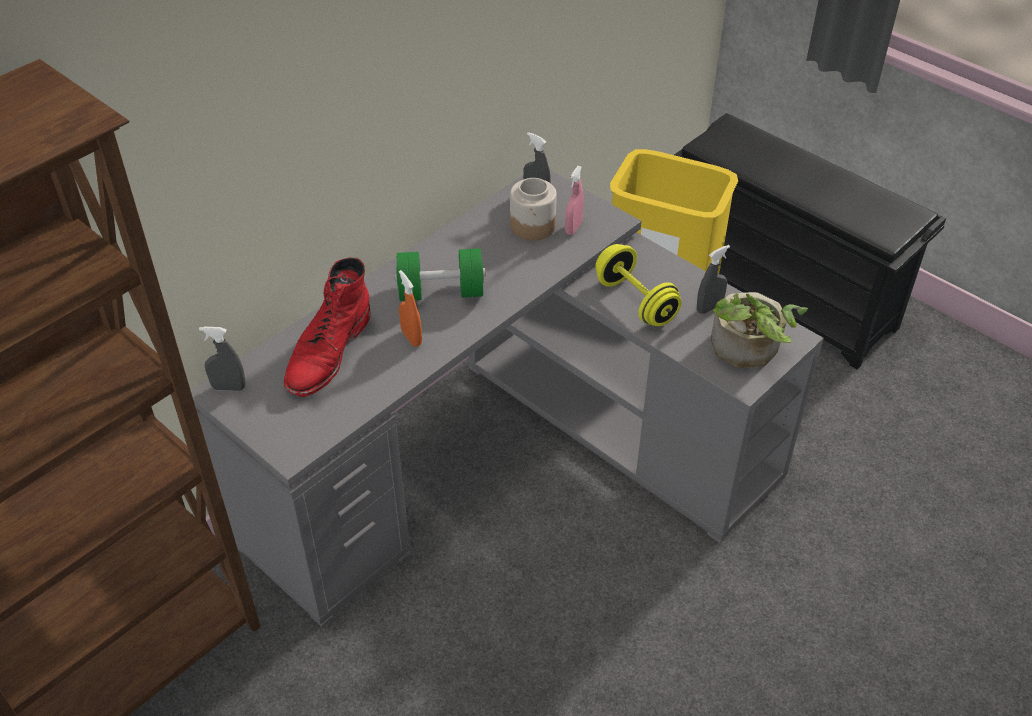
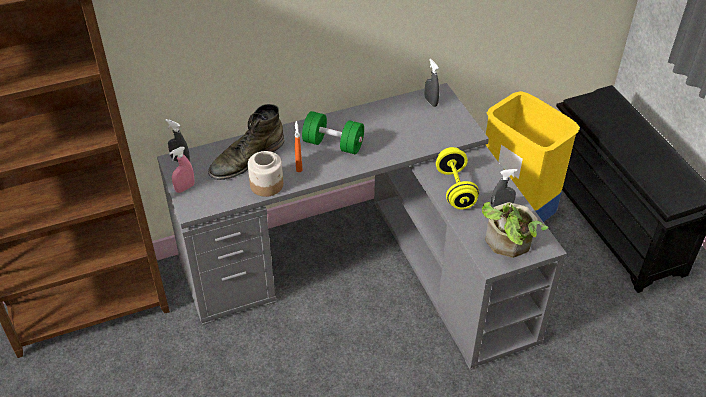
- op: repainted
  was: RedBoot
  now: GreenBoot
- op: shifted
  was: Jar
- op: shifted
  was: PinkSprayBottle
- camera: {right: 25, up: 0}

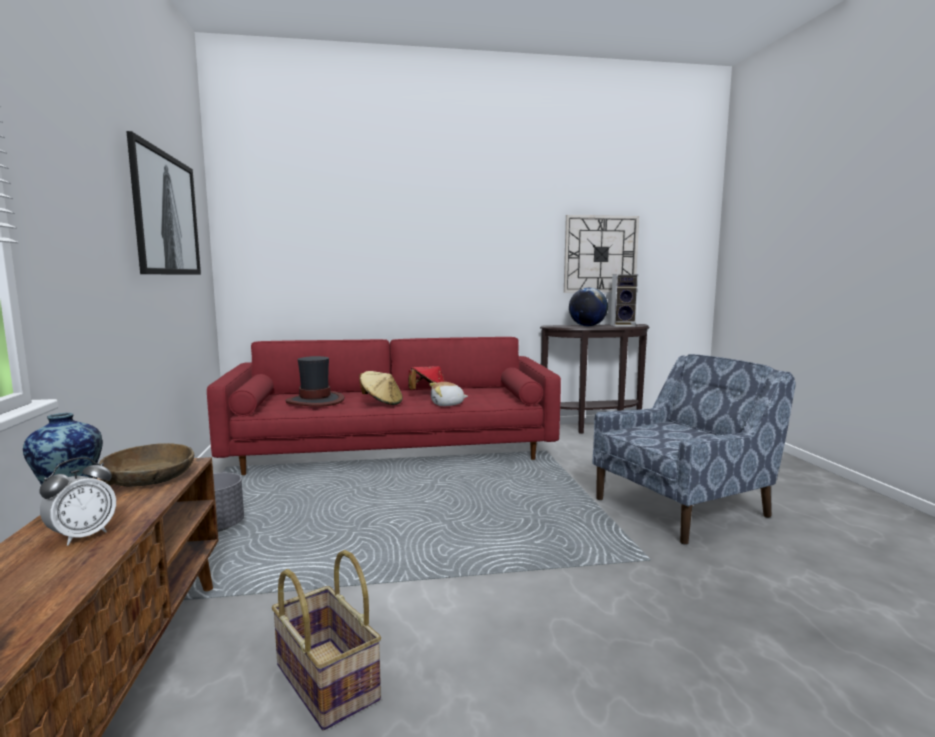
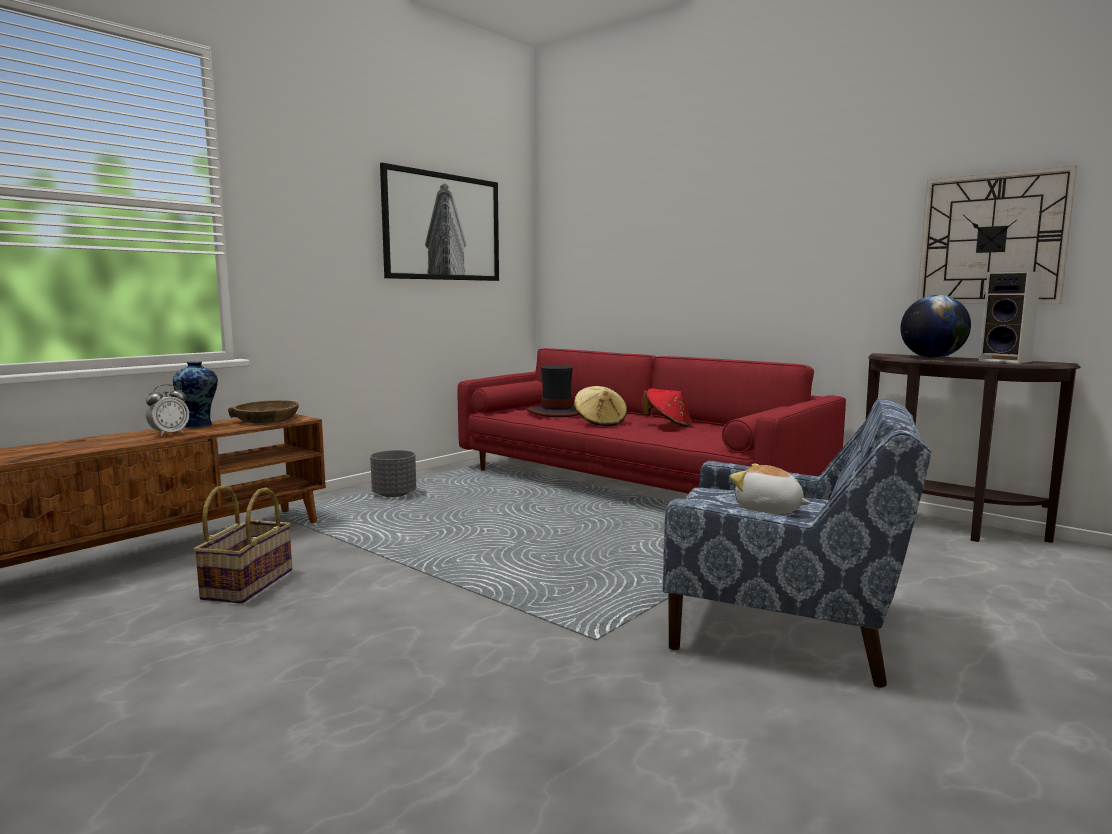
- op: rotated
  was: AlarmClock
  clockwise: -45
- op: shifted
  was: PlushToy
- camera: {right: 50, up: 0}

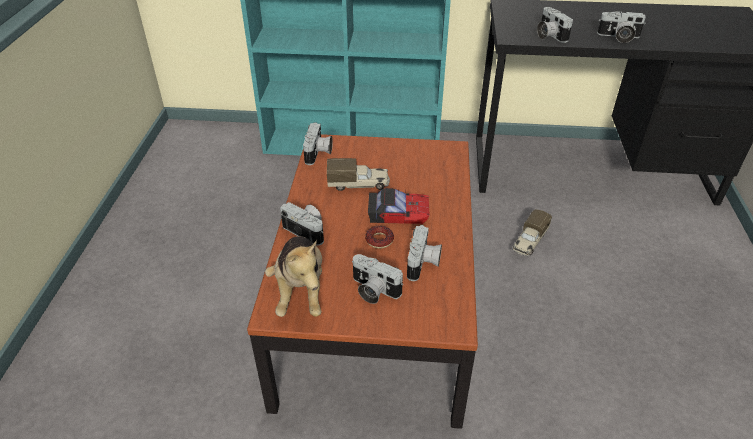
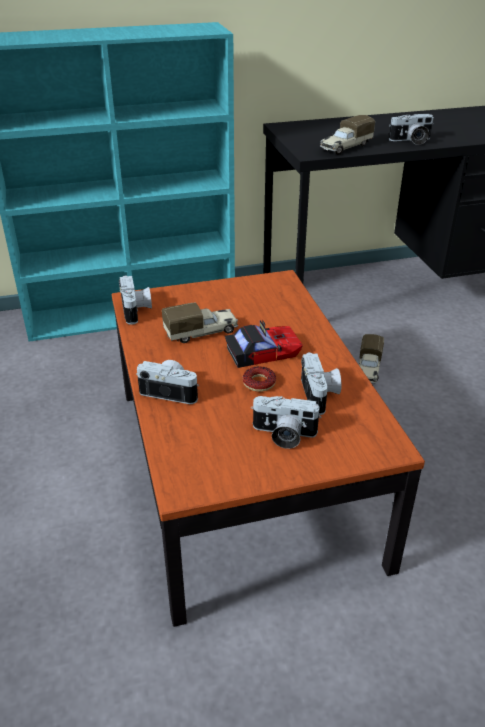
- op: gone
  was: PlushToy
- op: swapped
  was: PhotoCamera (no. 5 from left)
  now: ToyTruck (no. 2 from left)
- camera: {right: -20, up: -5}

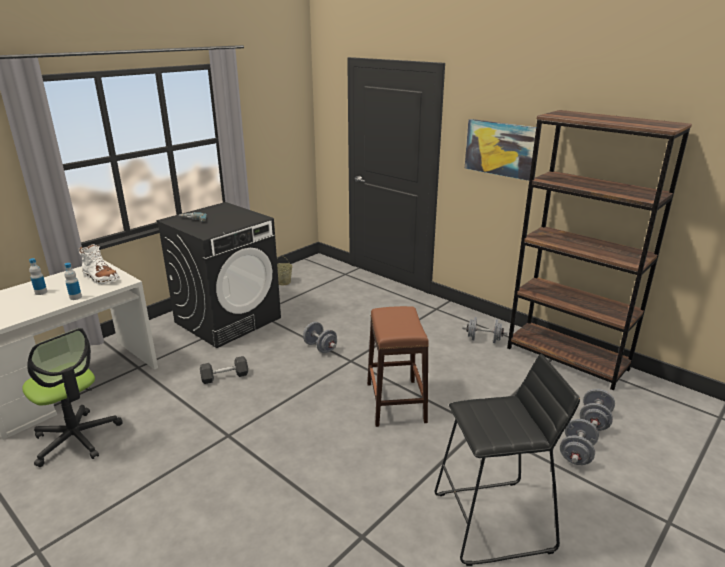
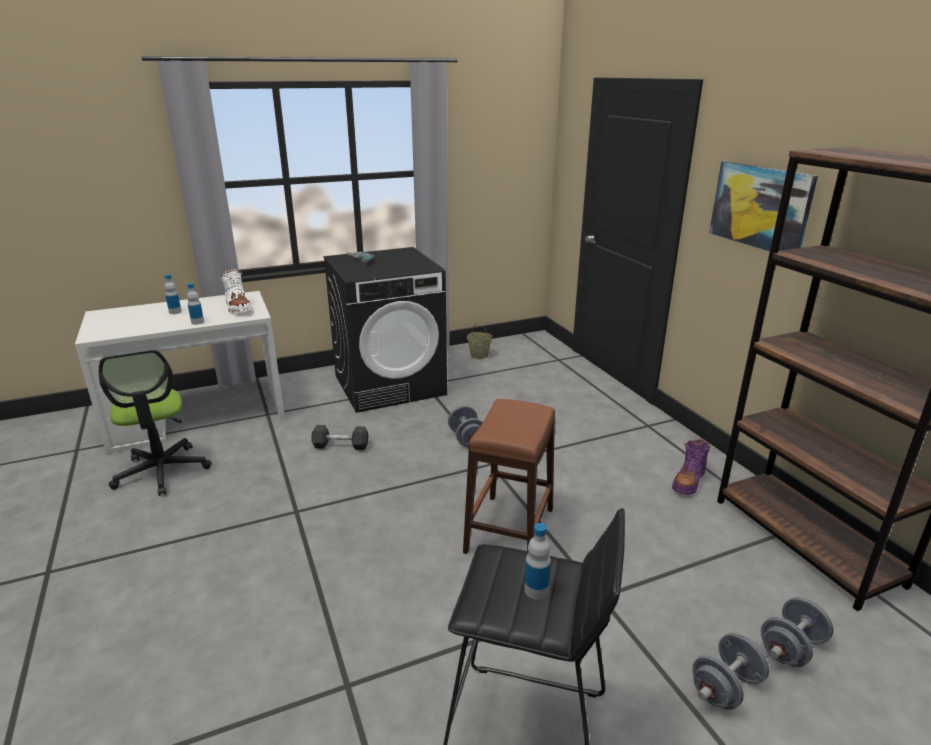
- op: swapped
  was: GreyDumbbell (no. 3 from left)
  now: PurpleBoot
- op: new
  now: Bottle (no. 3 from left)
- camera: {right: 25, up: 0}

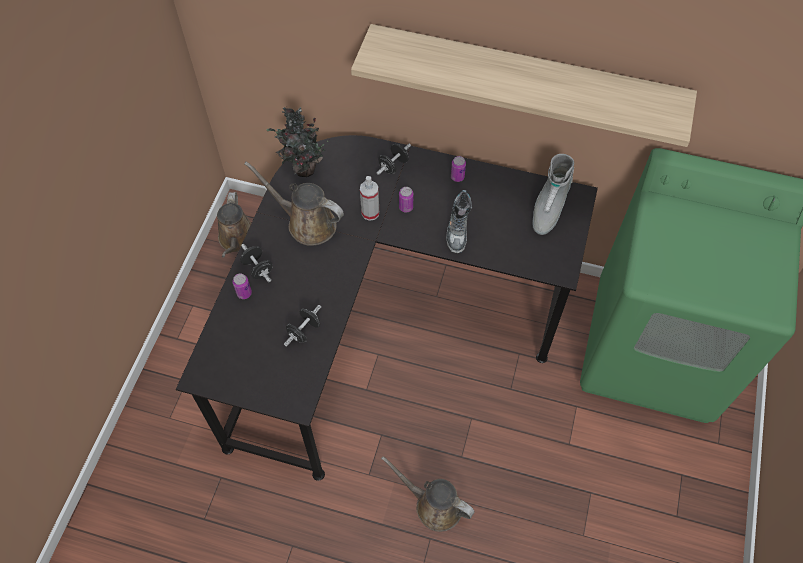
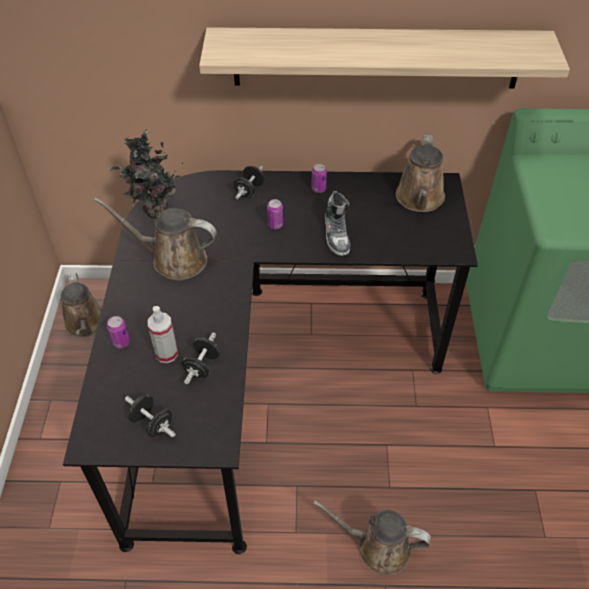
- op: shifted
  was: BlackDumbbell (no. 1 from left)
- op: shifted
  was: SprayBottle
- op: swapped
  was: GreyBoot
  now: BrownWateringCan (no. 4 from left)
- camera: {right: -15, up: -10}

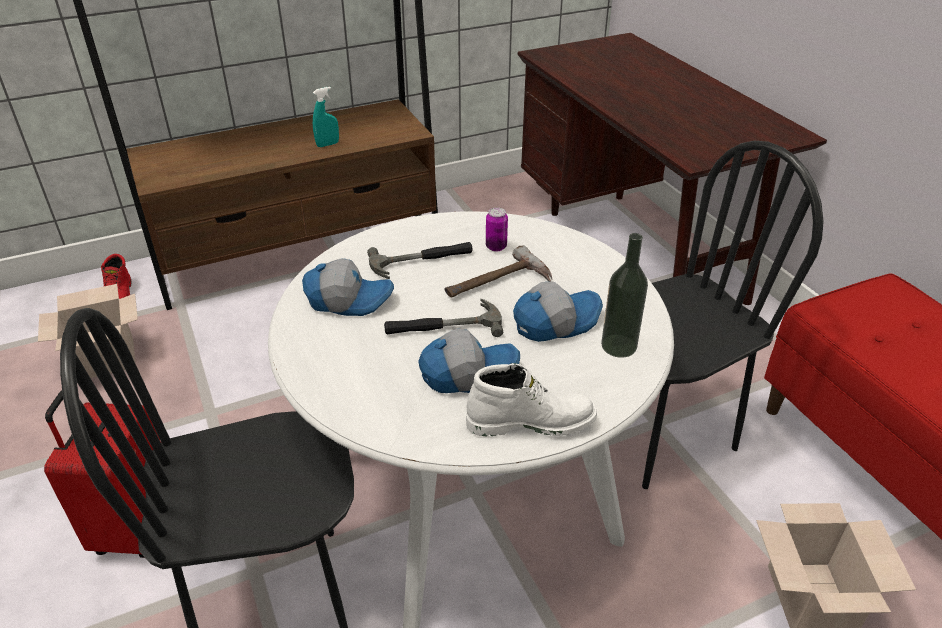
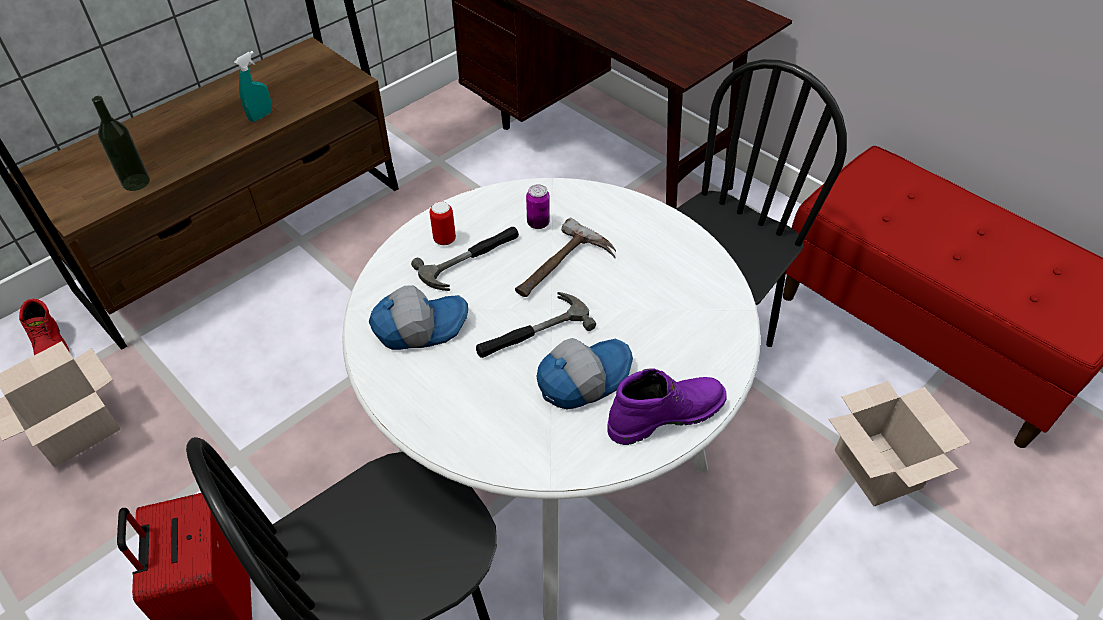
- op: repainted
  was: WhiteBoot
  now: PurpleBoot
- op: gone
  was: Cap (no. 3 from left)
- op: shifted
  was: Bottle
- op: new
  now: Can (no. 1 from left)
- camera: {right: -20, up: 10}

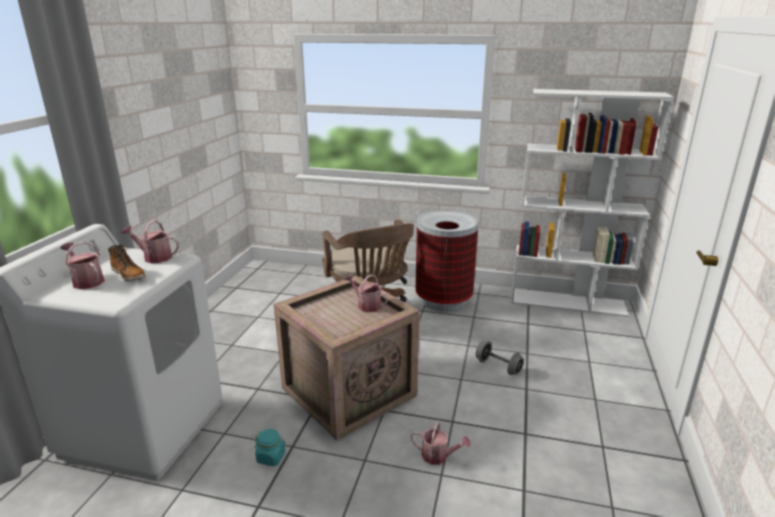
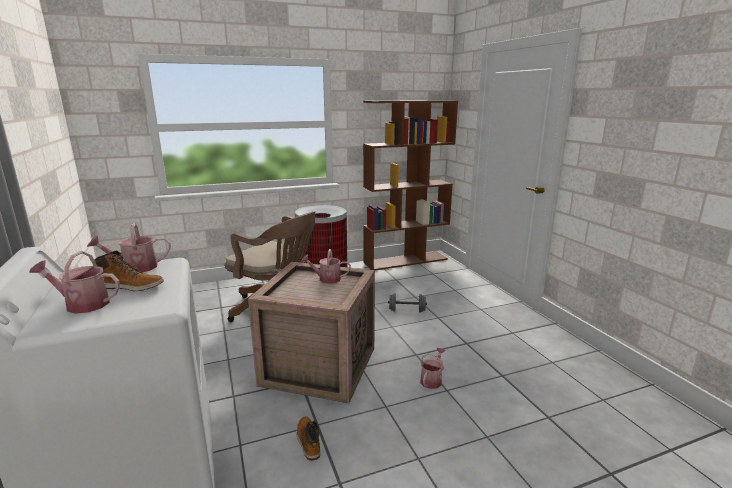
- op: swapped
  was: TurquoiseJar
  now: Boot (no. 2 from left)
- op: rotated
  was: WateringCan (no. 4 from left)
  clockwise: -45
- op: repainted
  was: WhiteBookcase
  now: BrownBookcase
- camera: {right: -35, up: -5}

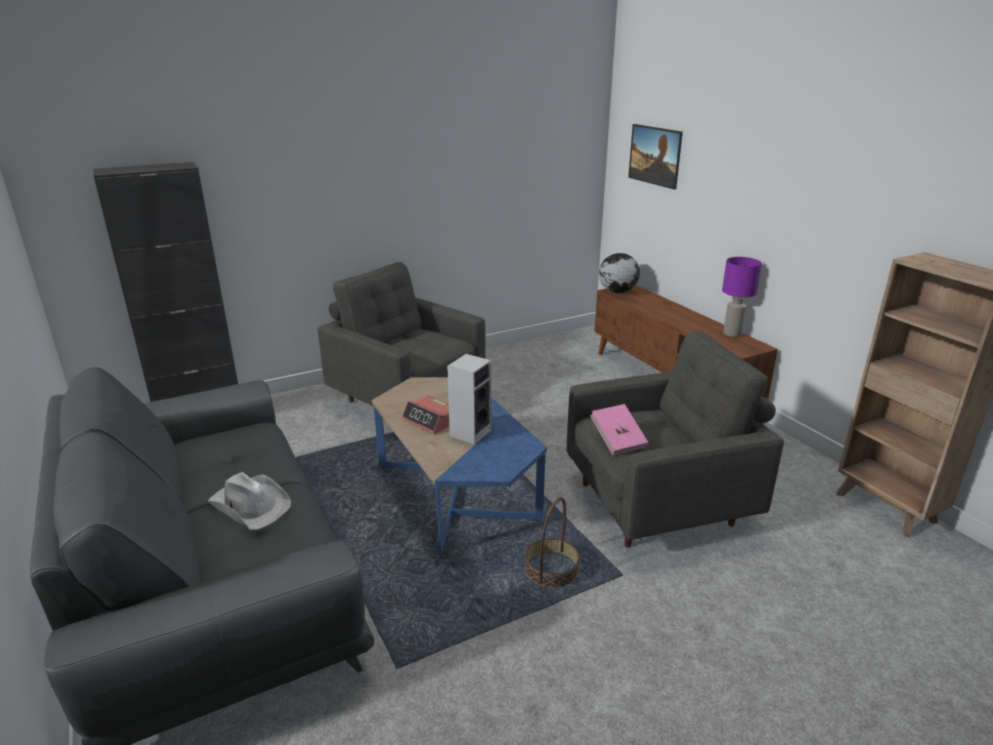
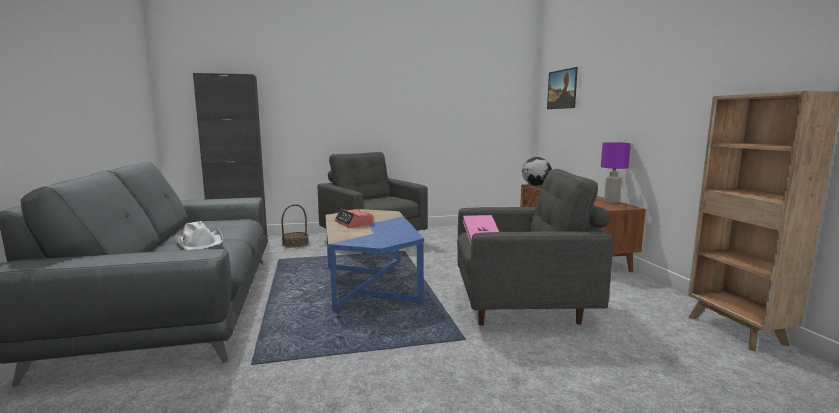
- op: gone
  was: Speaker
- op: shifted
  was: Basket
- camera: {right: 15, up: -15}

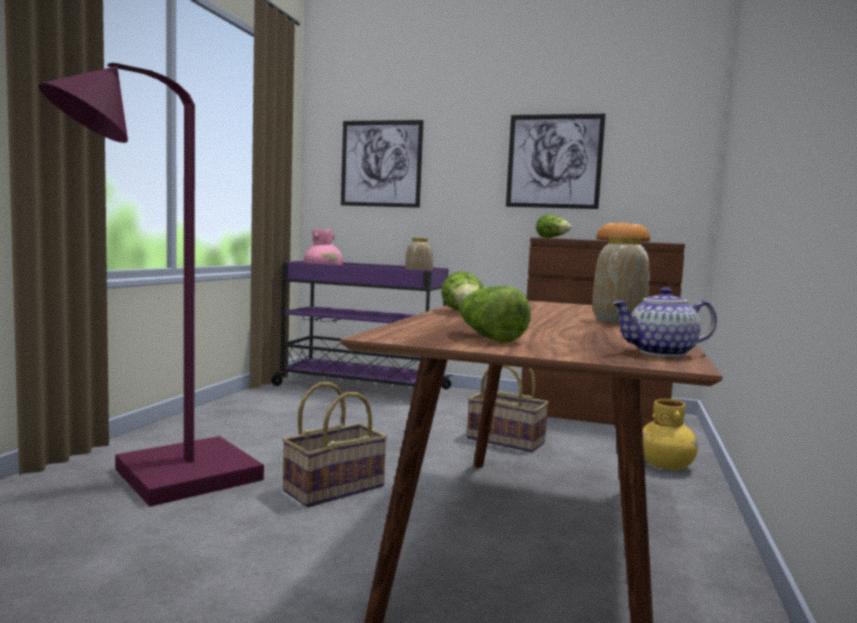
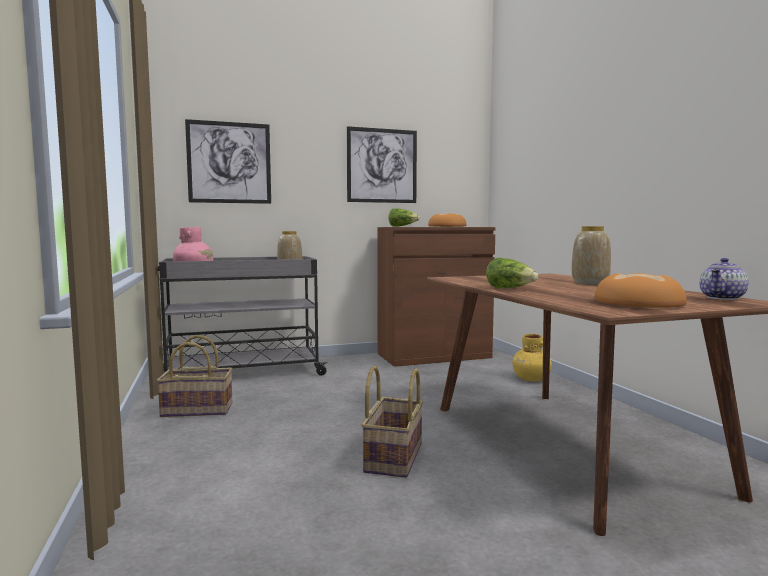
- op: gone
  was: PurpleFloorLamp
- op: repainted
  was: PurpleCart
  now: GreyCart
- op: swapped
  was: Lettuce (no. 2 from left)
  now: Bread (no. 2 from left)
- op: shifted
  was: Basket (no. 2 from left in the first image)
  now: Basket (no. 1 from left)
- camera: {right: -35, up: 0}

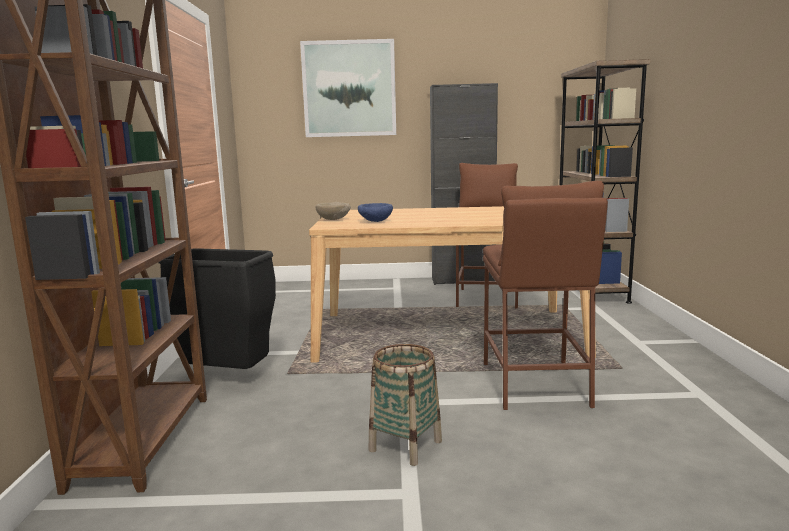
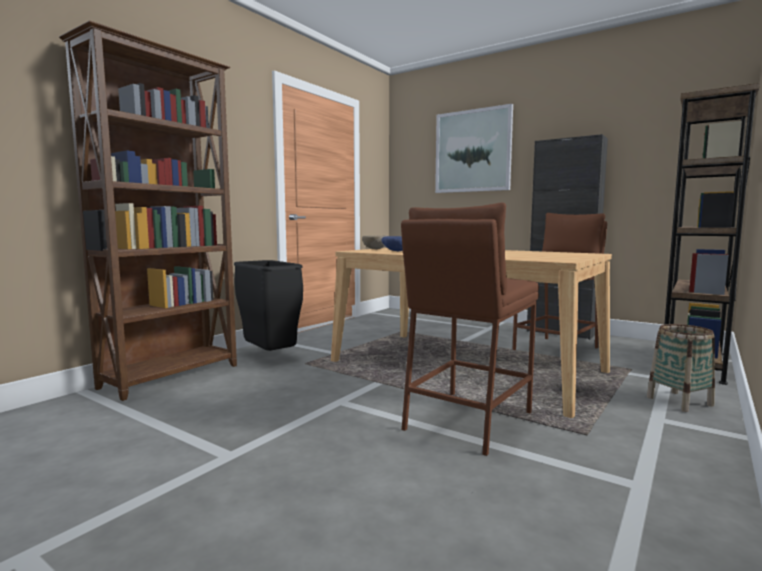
- op: shifted
  was: Basket
- camera: {right: 35, up: -5}

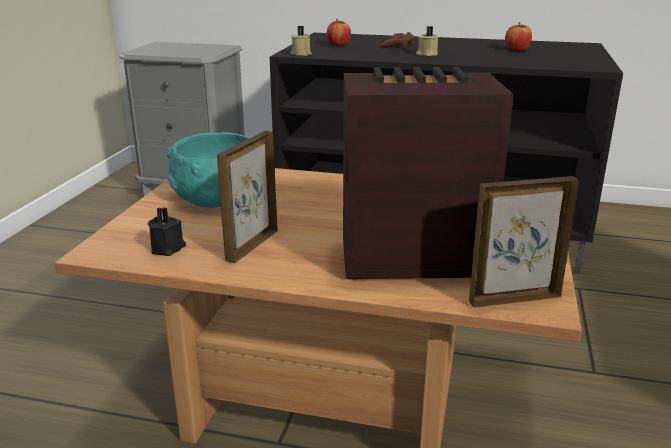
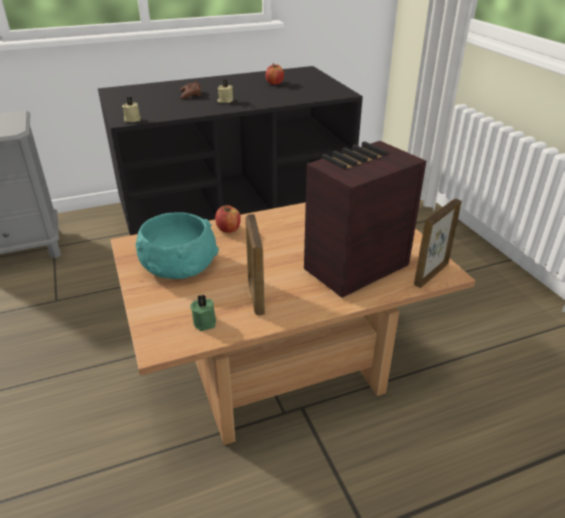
- op: repainted
  was: BlackCandle
  now: GreenCandle
- op: shifted
  was: Apple (no. 1 from left)
- camera: {right: -35, up: 10}

